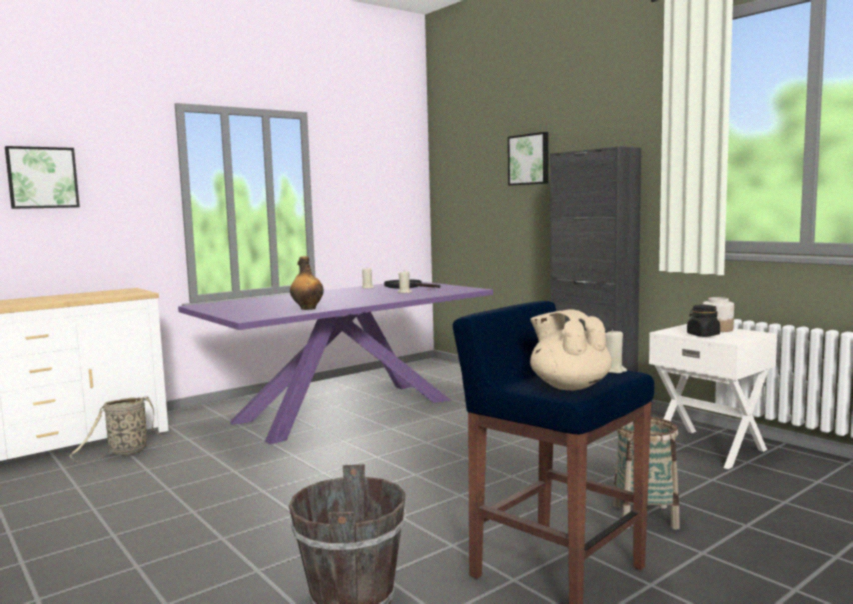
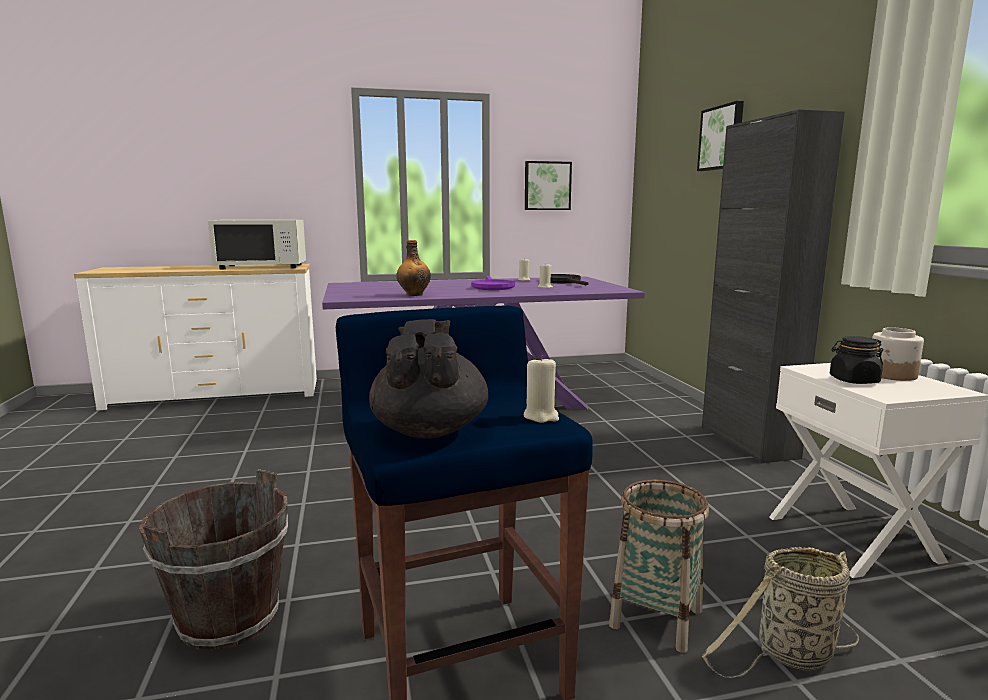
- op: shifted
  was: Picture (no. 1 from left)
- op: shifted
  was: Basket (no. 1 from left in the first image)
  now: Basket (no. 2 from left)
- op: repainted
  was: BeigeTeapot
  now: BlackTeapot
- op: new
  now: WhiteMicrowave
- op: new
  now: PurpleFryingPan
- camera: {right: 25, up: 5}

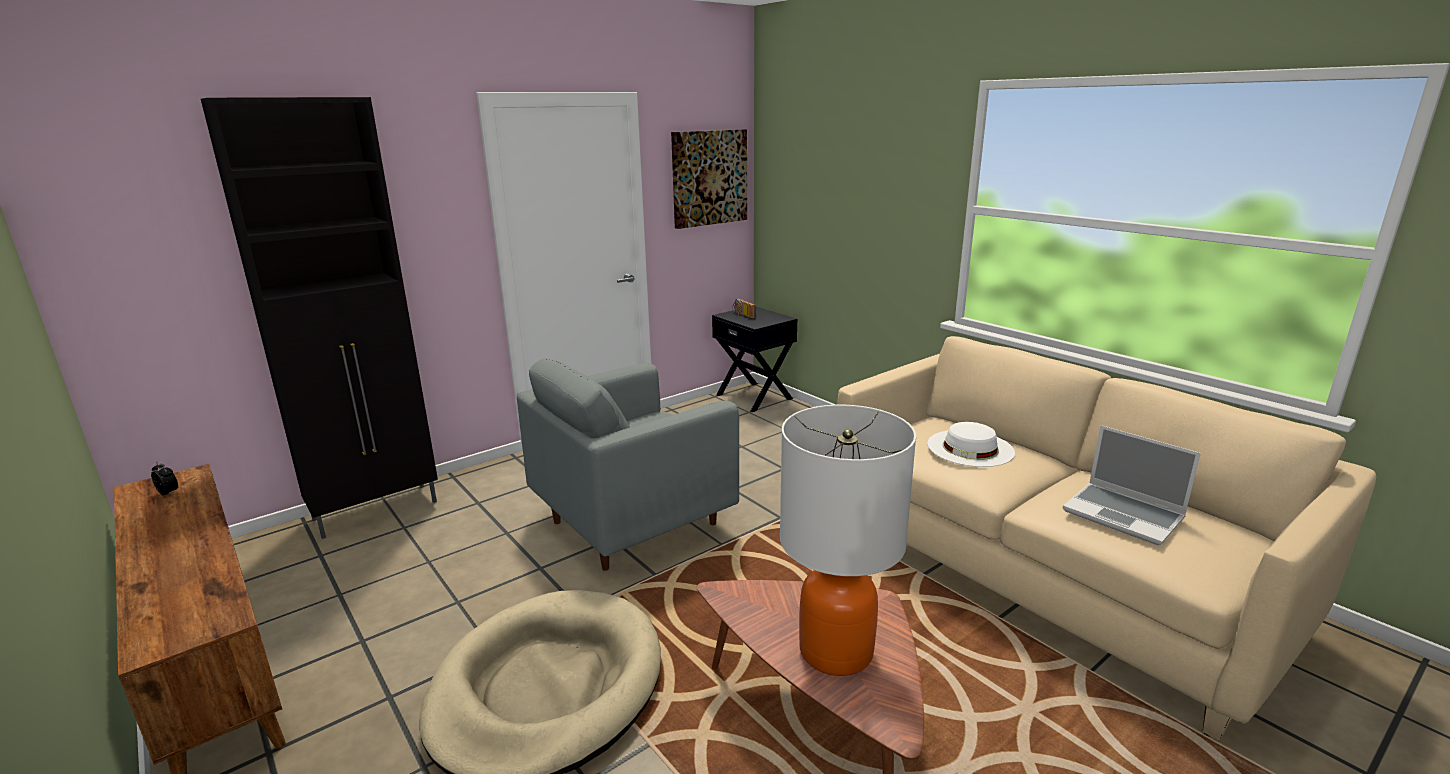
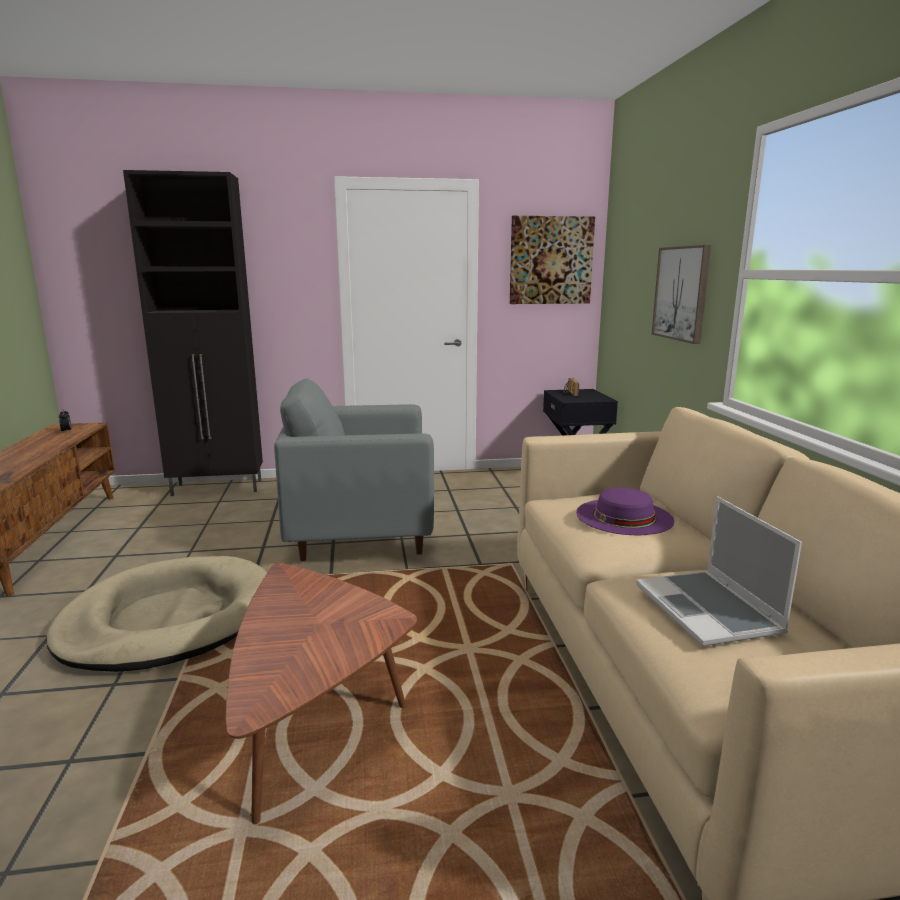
- op: gone
  was: TableLamp
- op: repainted
  was: WhiteHat
  now: PurpleHat
- op: new
  now: Picture (no. 2 from left)
- camera: {right: 30, up: -5}

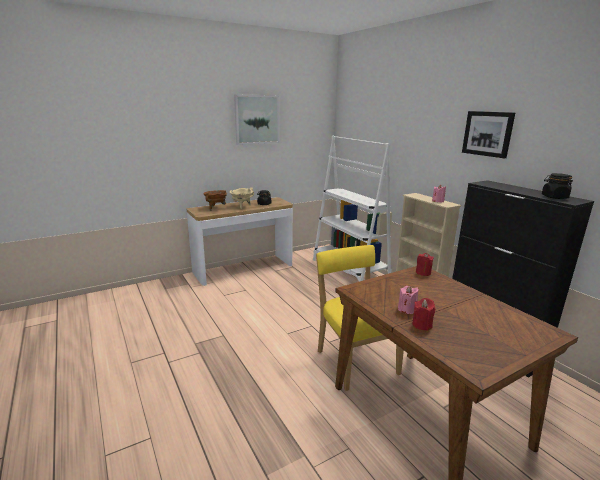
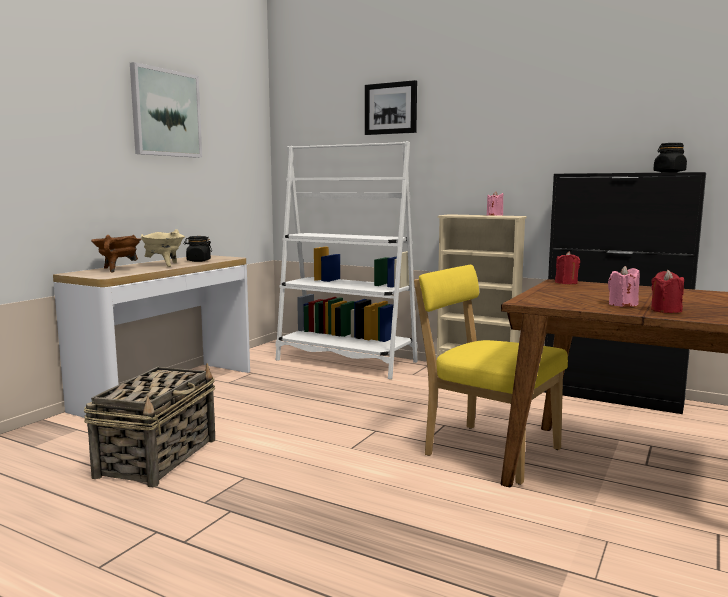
- op: shifted
  was: Picture (no. 2 from left)
- op: new
  now: Basket
- camera: {right: -30, up: -10}

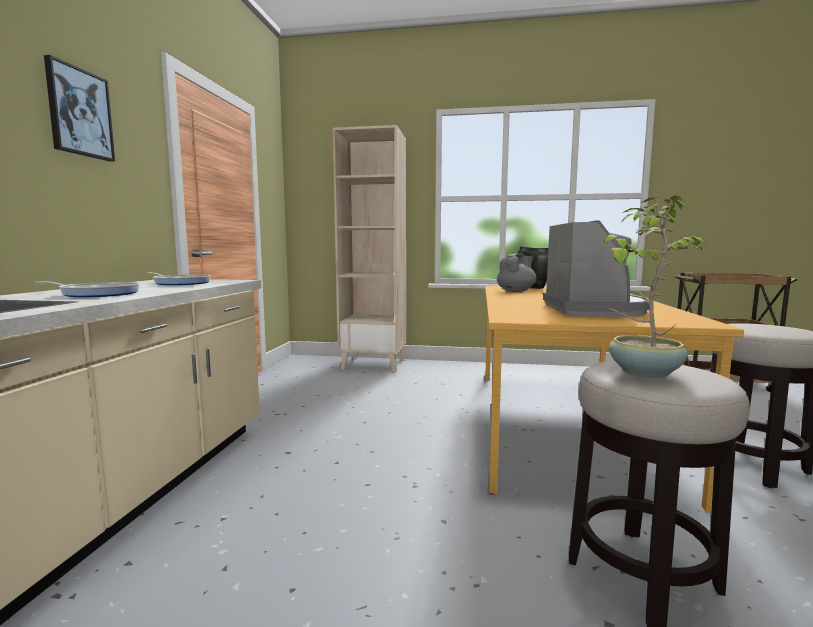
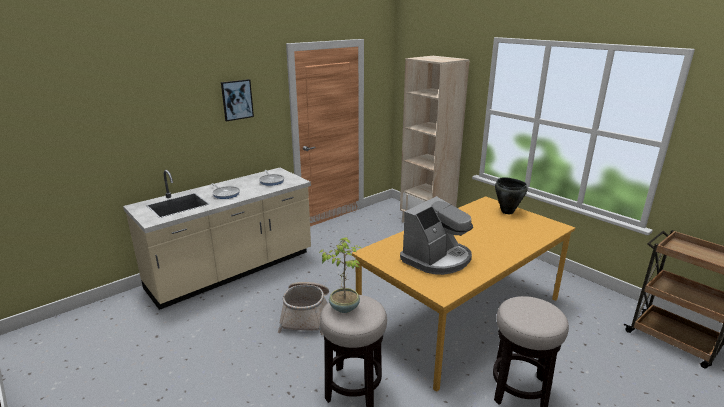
- op: gone
  was: GreyTeapot
- op: new
  now: Basket
- camera: {right: 40, up: 15}

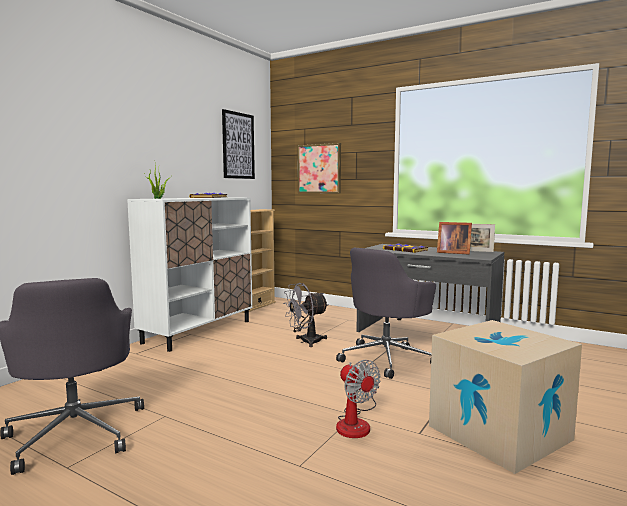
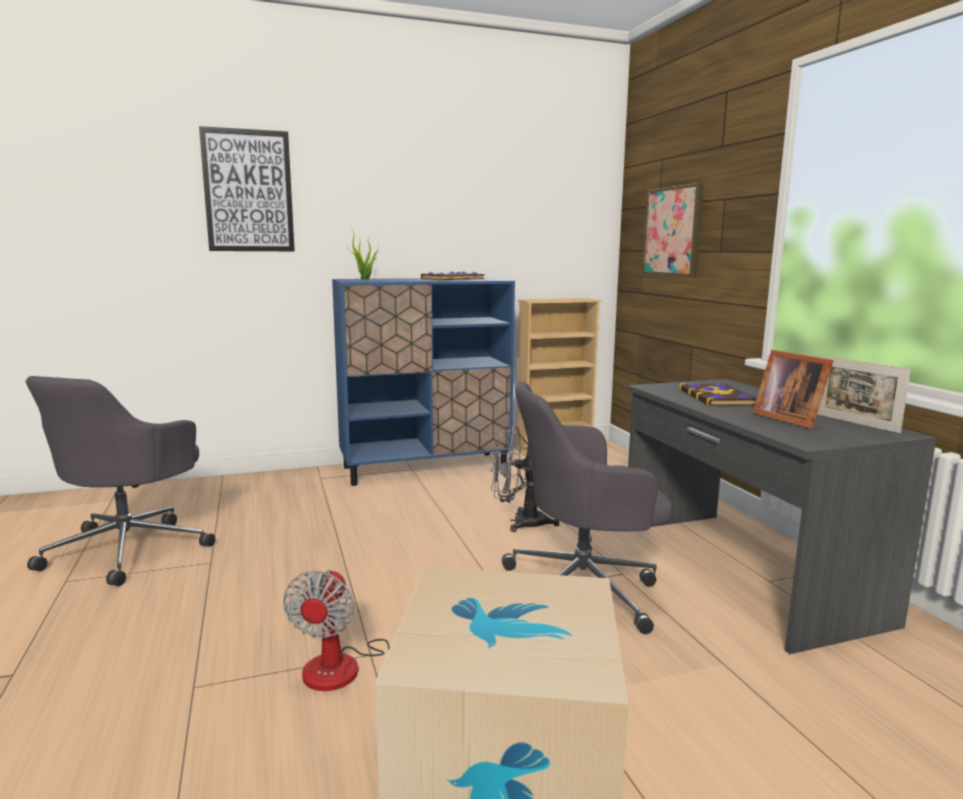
- op: repainted
  was: WhiteCabinet
  now: BlueCabinet
- op: shifted
  was: Picture (no. 1 from left)
- camera: {right: 40, up: 5}

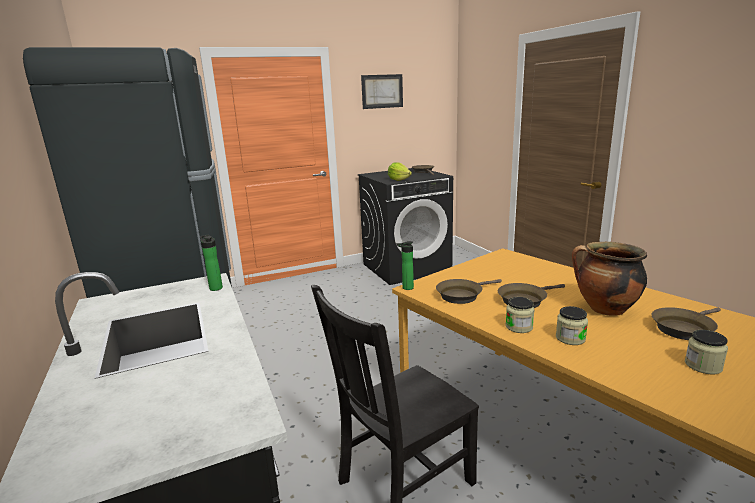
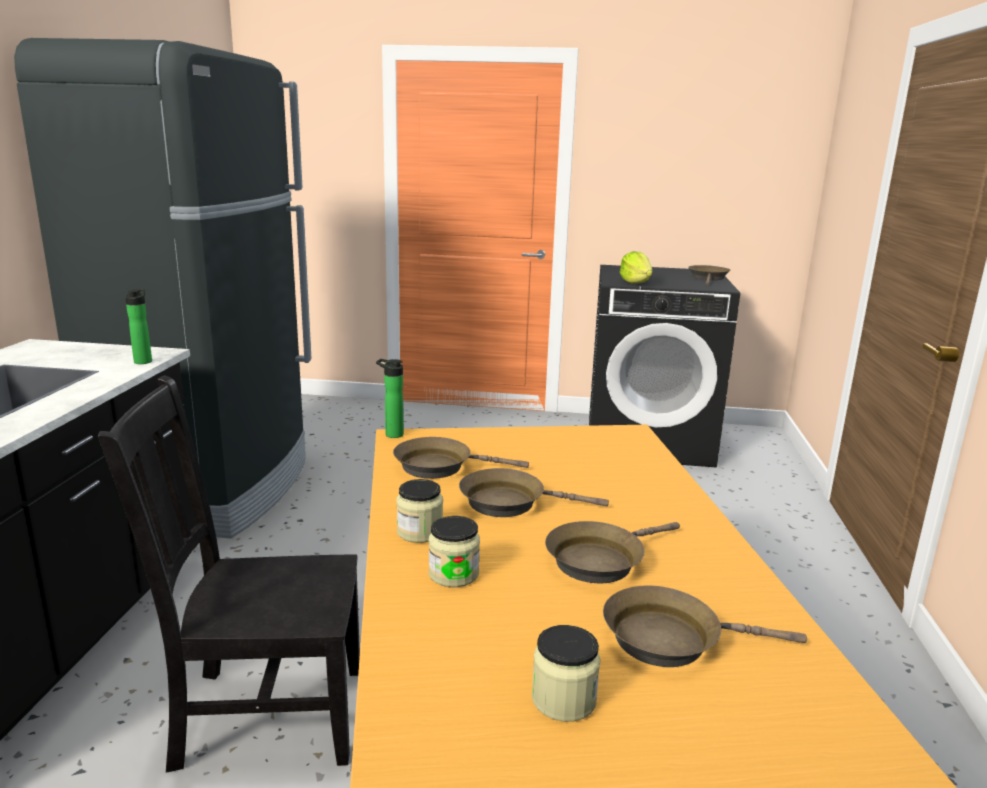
- op: gone
  was: Picture
- op: swapped
  was: CookingPot
  now: BrownFryingPan (no. 3 from left)
- camera: {right: 30, up: 0}

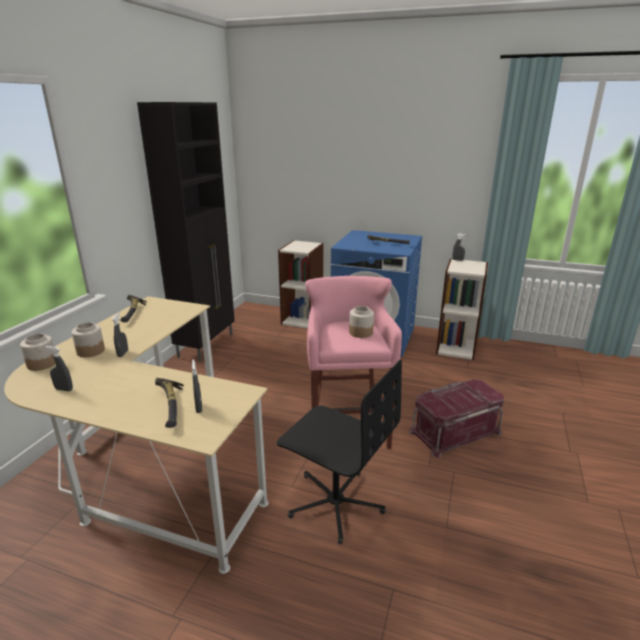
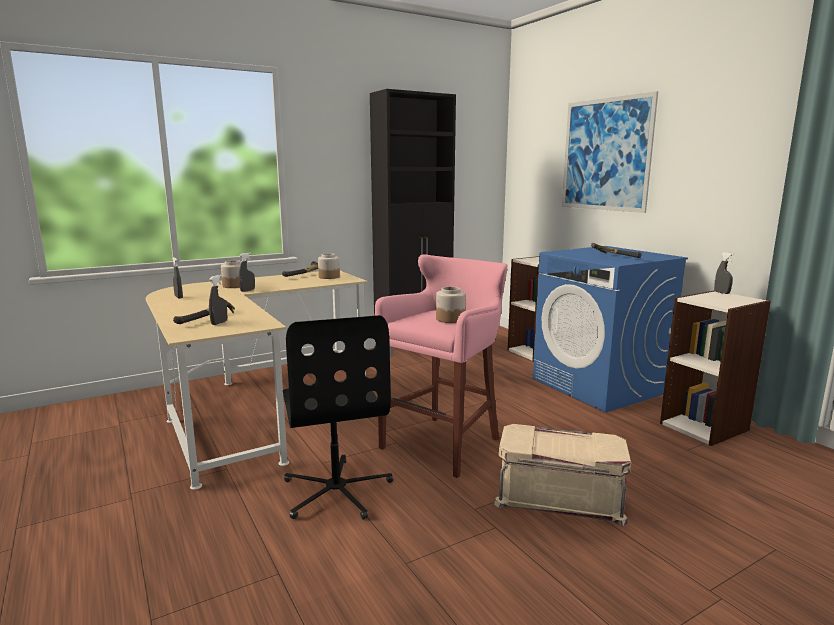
- op: shifted
  was: Jar (no. 1 from left in the first image)
  now: Jar (no. 2 from left)
- op: repainted
  was: RedStorageBox
  now: BeigeStorageBox
- op: new
  now: Picture
- camera: {right: 40, up: -10}

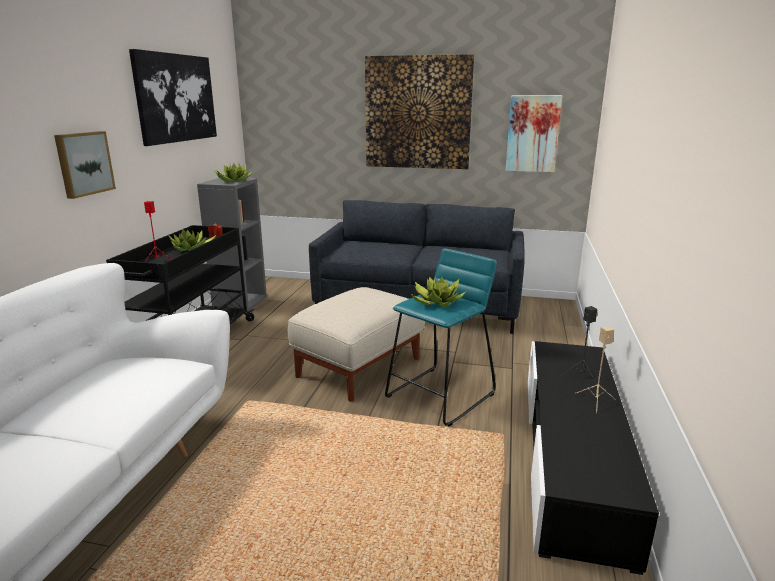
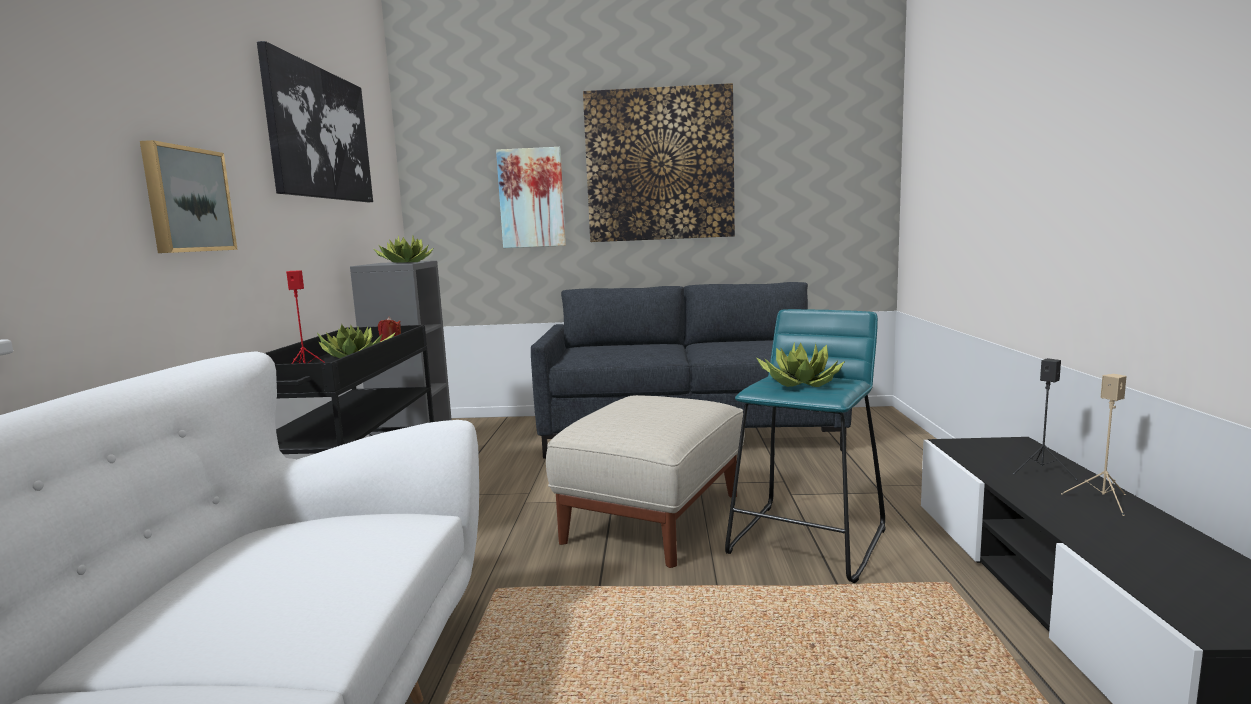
- op: shifted
  was: Picture (no. 4 from left in the first image)
  now: Picture (no. 3 from left)
- camera: {right: -10, up: -10}

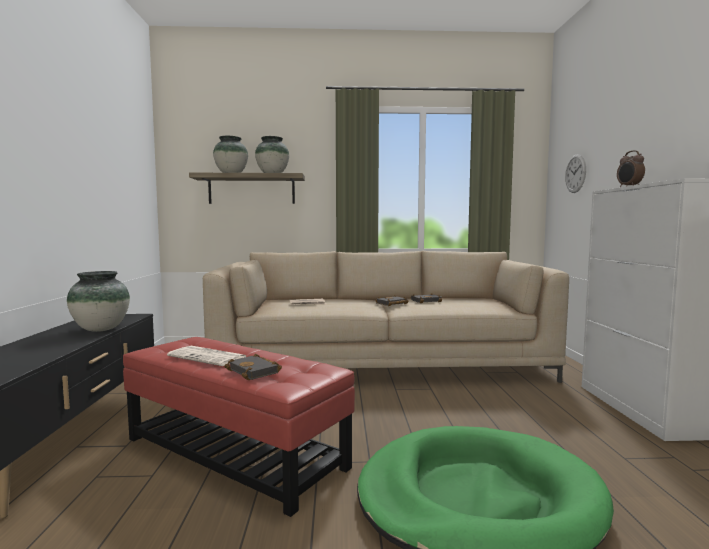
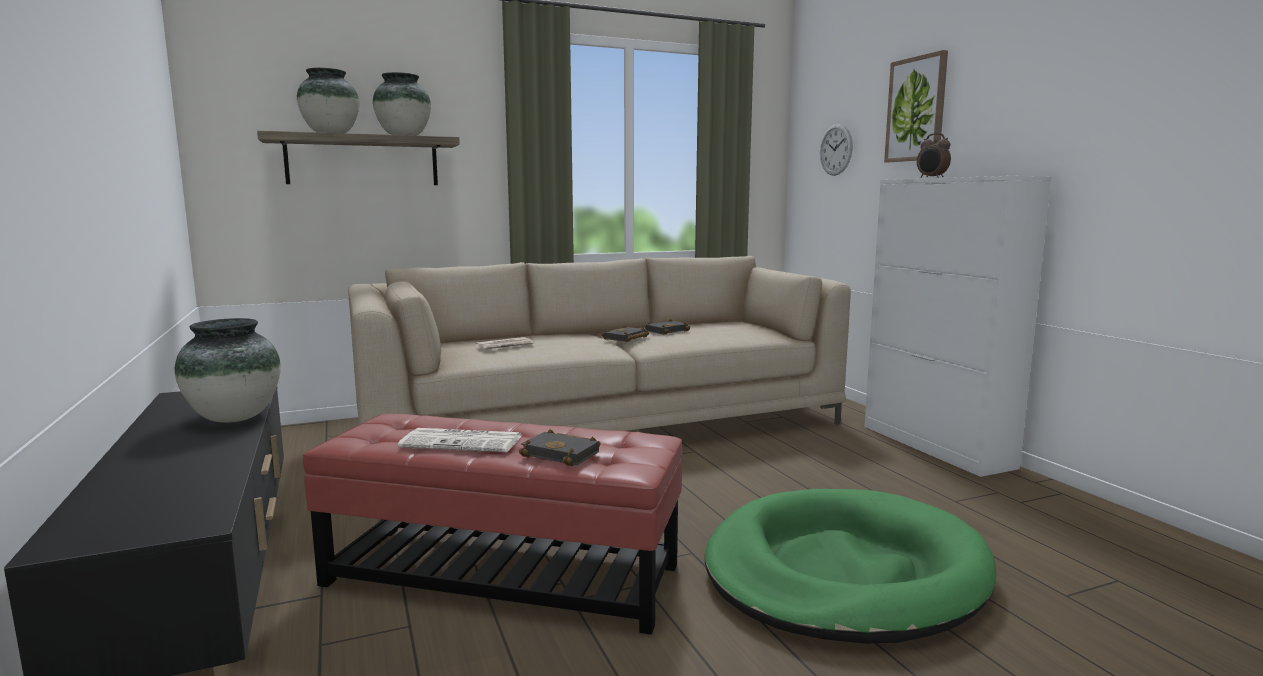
- op: new
  now: Picture
- camera: {right: -20, up: 5}

